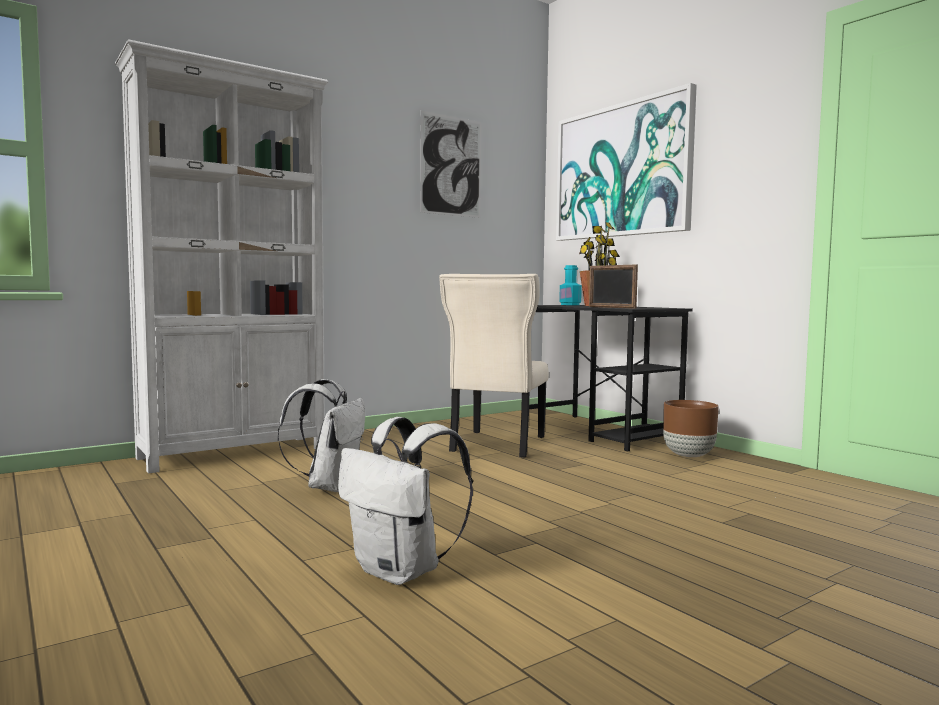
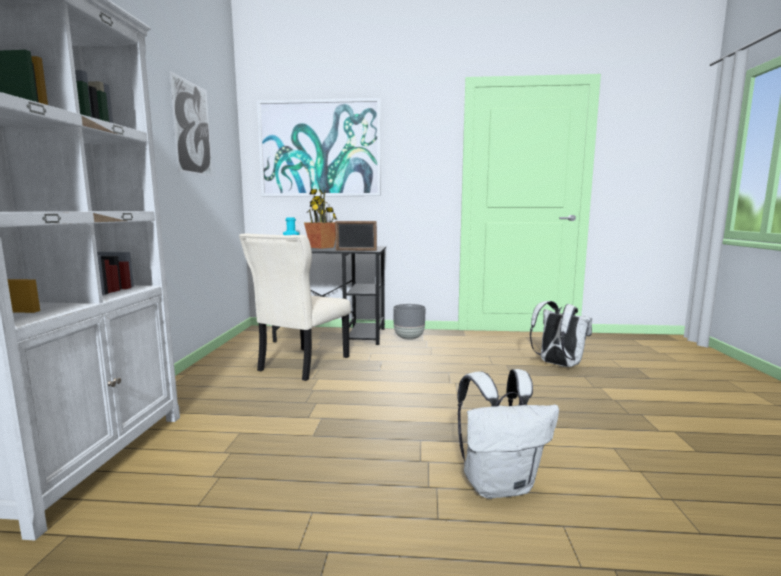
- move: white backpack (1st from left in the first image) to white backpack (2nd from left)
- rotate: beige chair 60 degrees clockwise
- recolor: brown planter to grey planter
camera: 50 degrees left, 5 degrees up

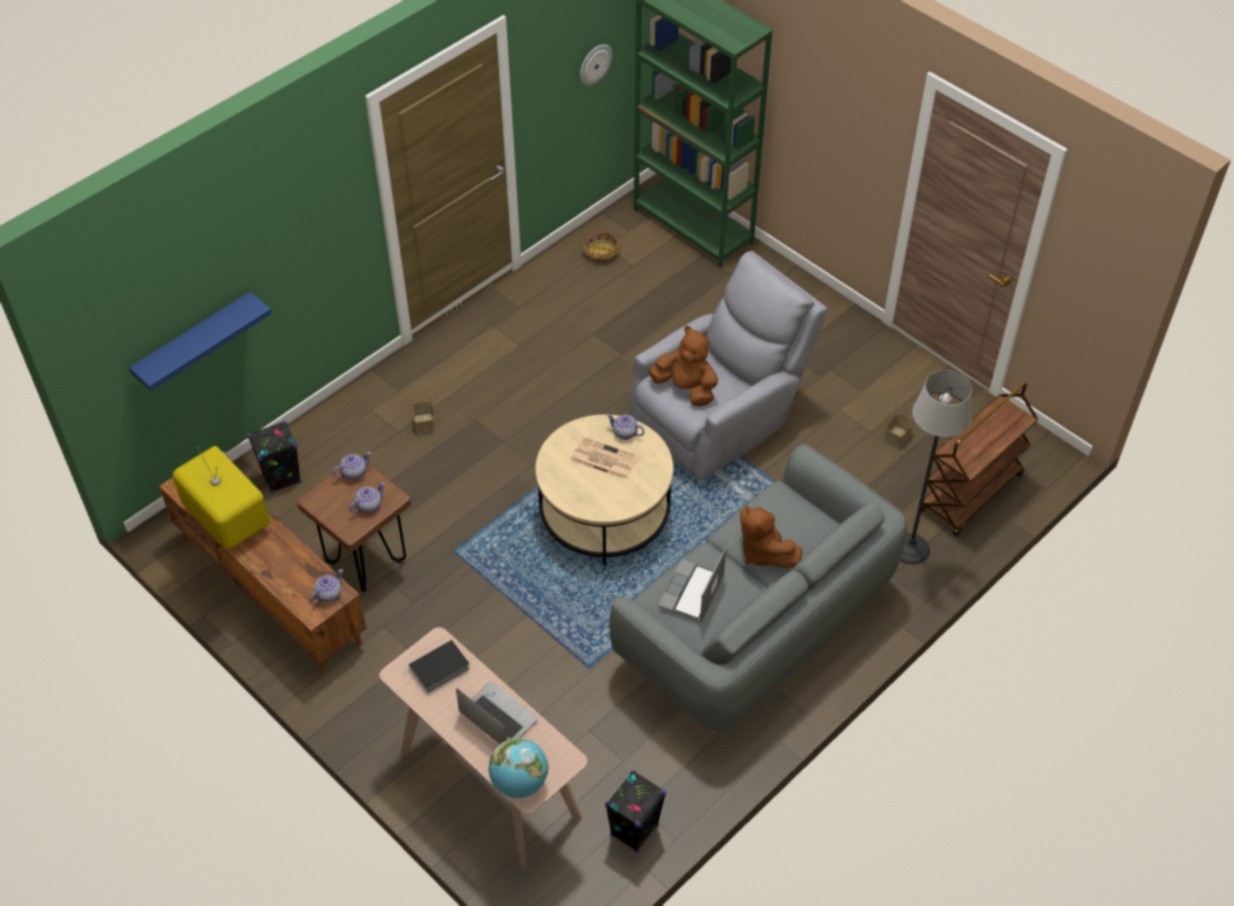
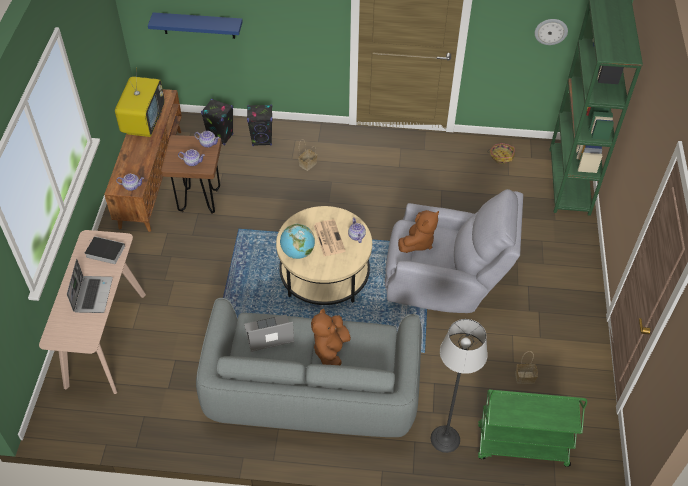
- move: globe
- move: black speaker (2nd from left)
- rotate: brown plush toy (1st from left in the first image) 45 degrees clockwise
- recolor: brown cart to green cart
camera: 50 degrees right, 0 degrees up

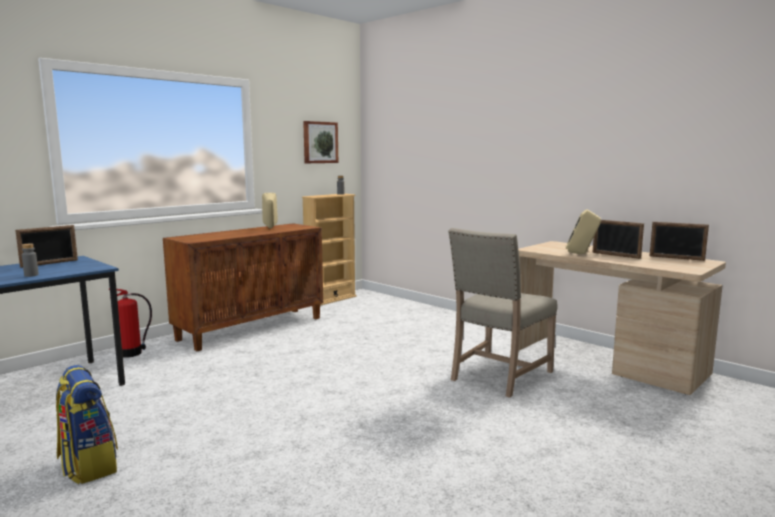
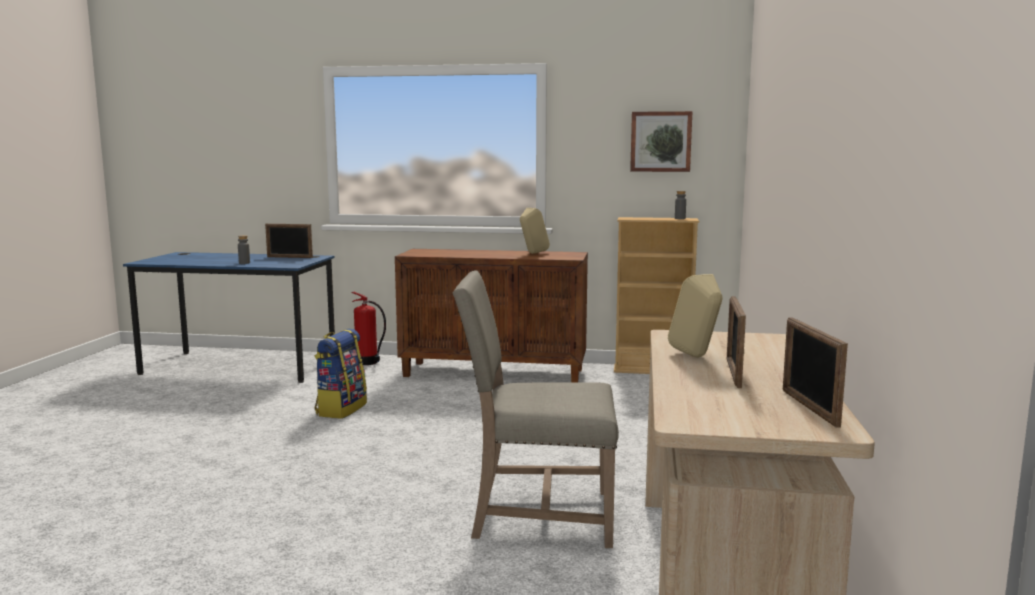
- move: backpack
camera: 55 degrees right, 0 degrees up

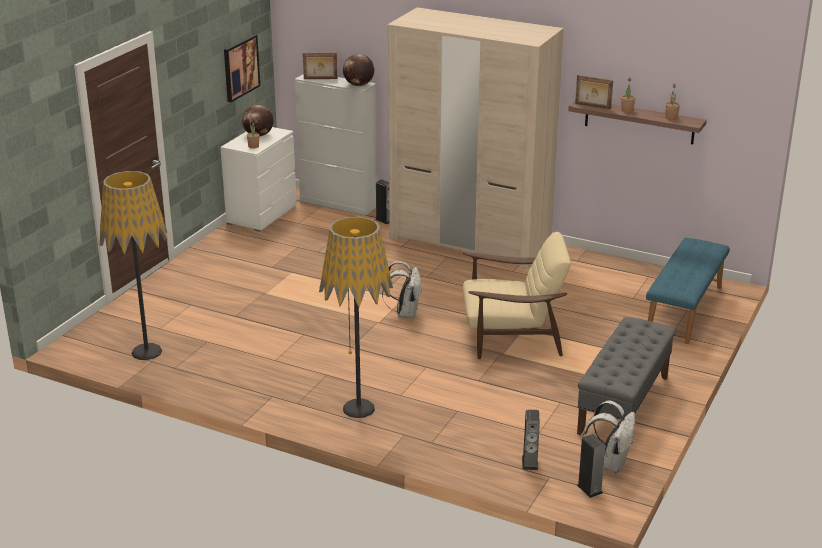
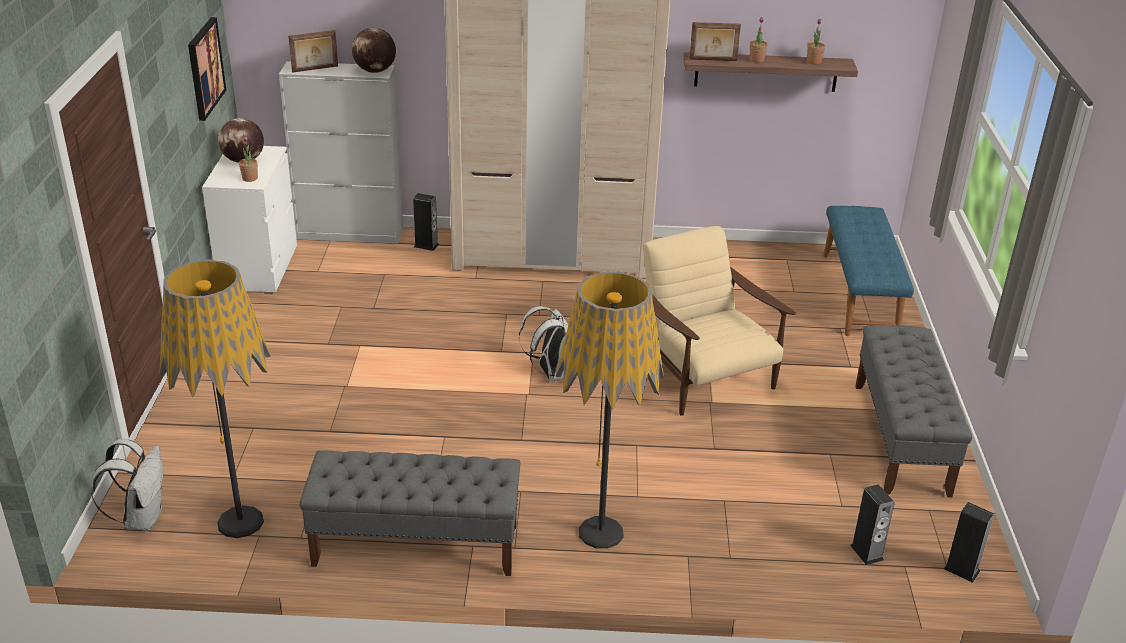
- rotate: beige armchair 90 degrees counterclockwise
- move: white backpack (2nd from left in the first image) to white backpack (1st from left)
- insert: grey bench (1st from left)
camera: 25 degrees left, 5 degrees up

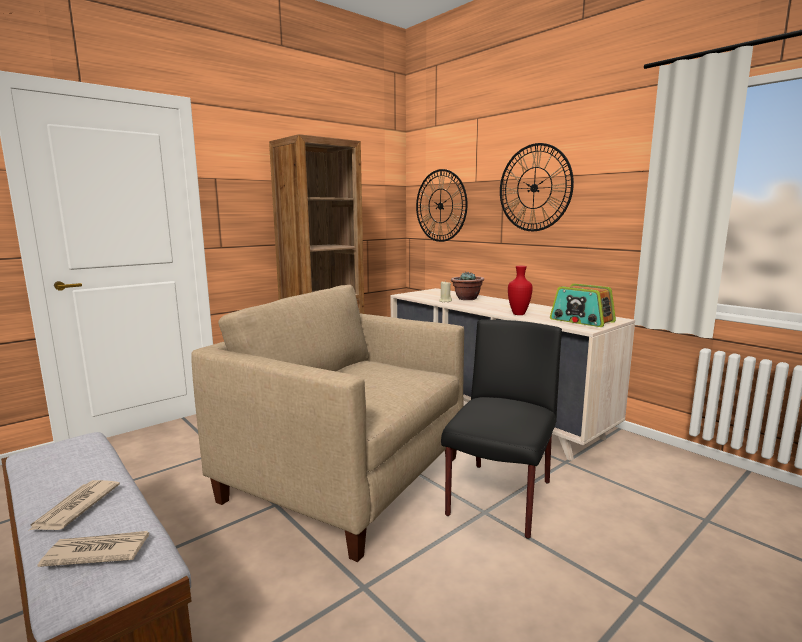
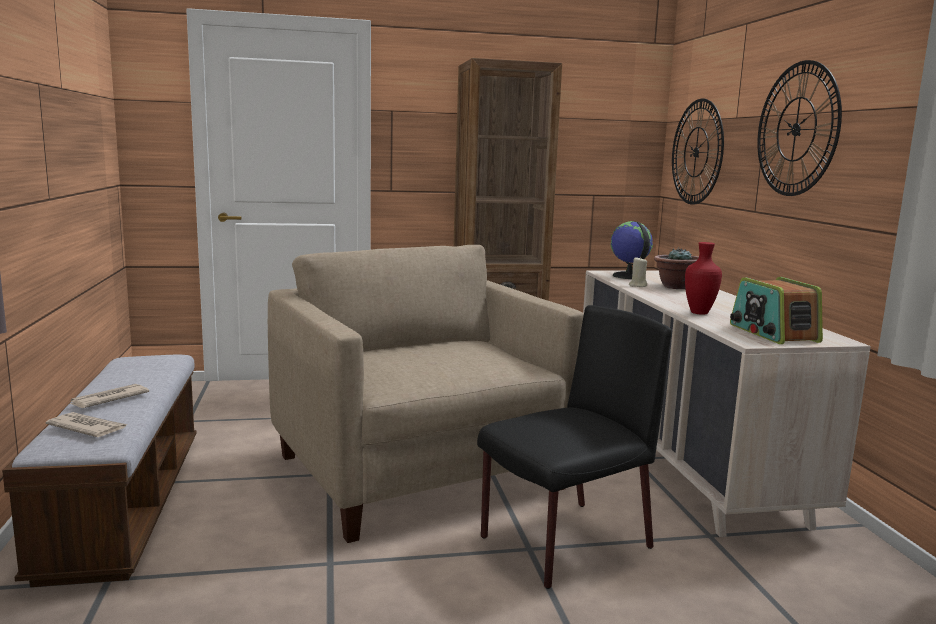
- insert: globe
camera: 30 degrees right, 0 degrees up

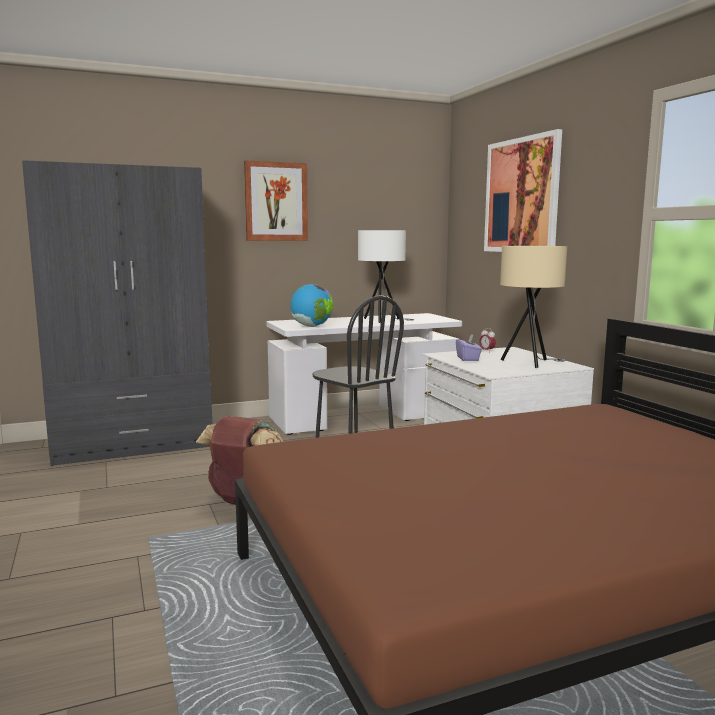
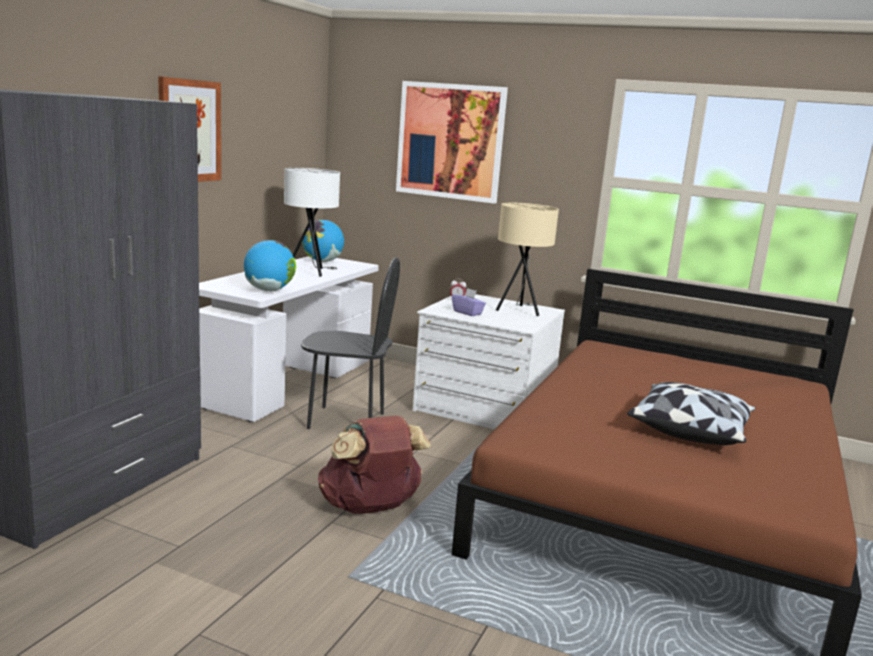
- insert: globe (2nd from left)
- insert: pillow
camera: 45 degrees left, 5 degrees up

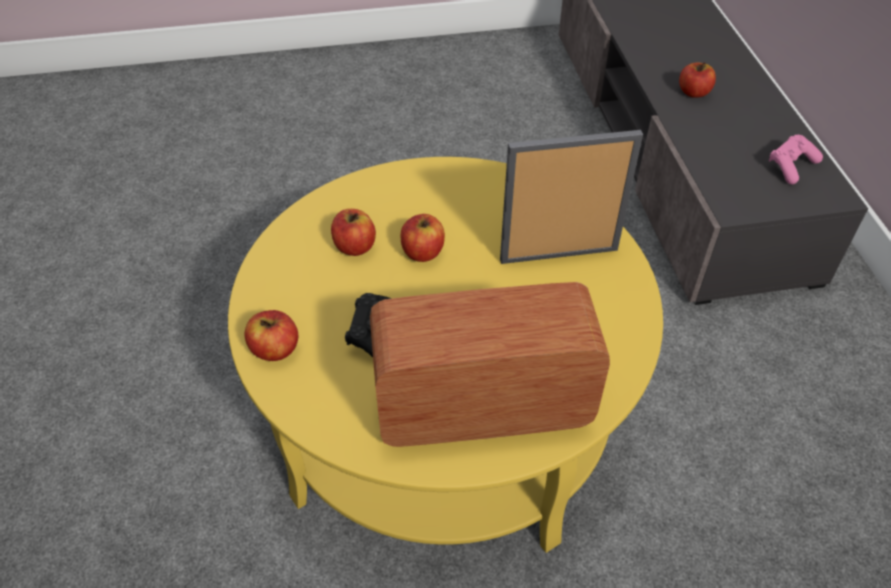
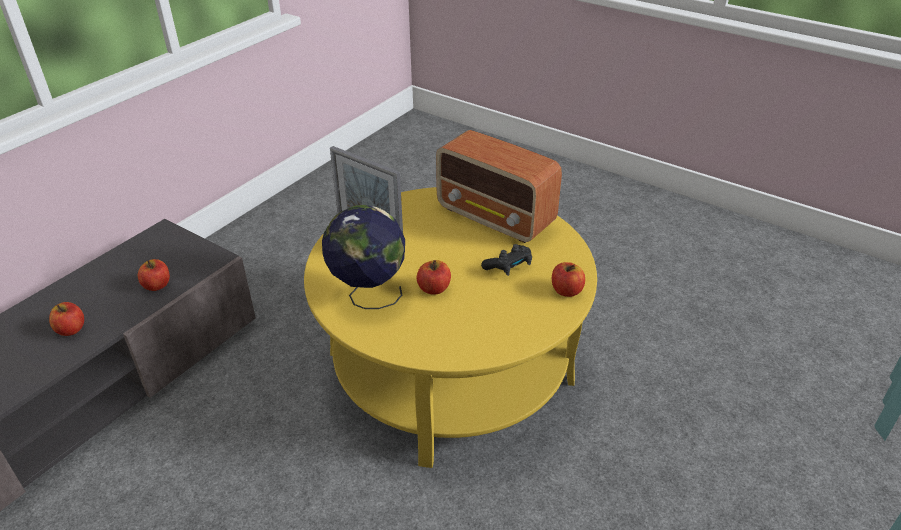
- move: apple (2nd from left)
- delete: pink game controller
- insert: globe
camera: 135 degrees left, 10 degrees down

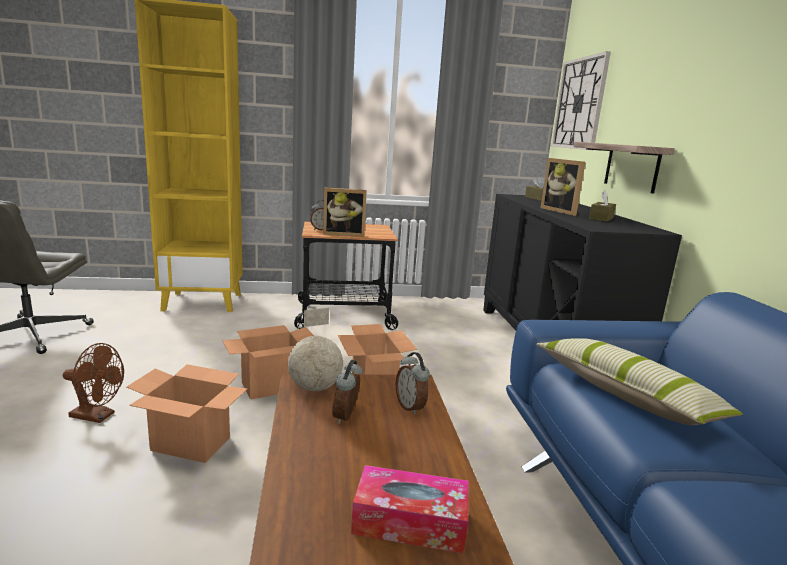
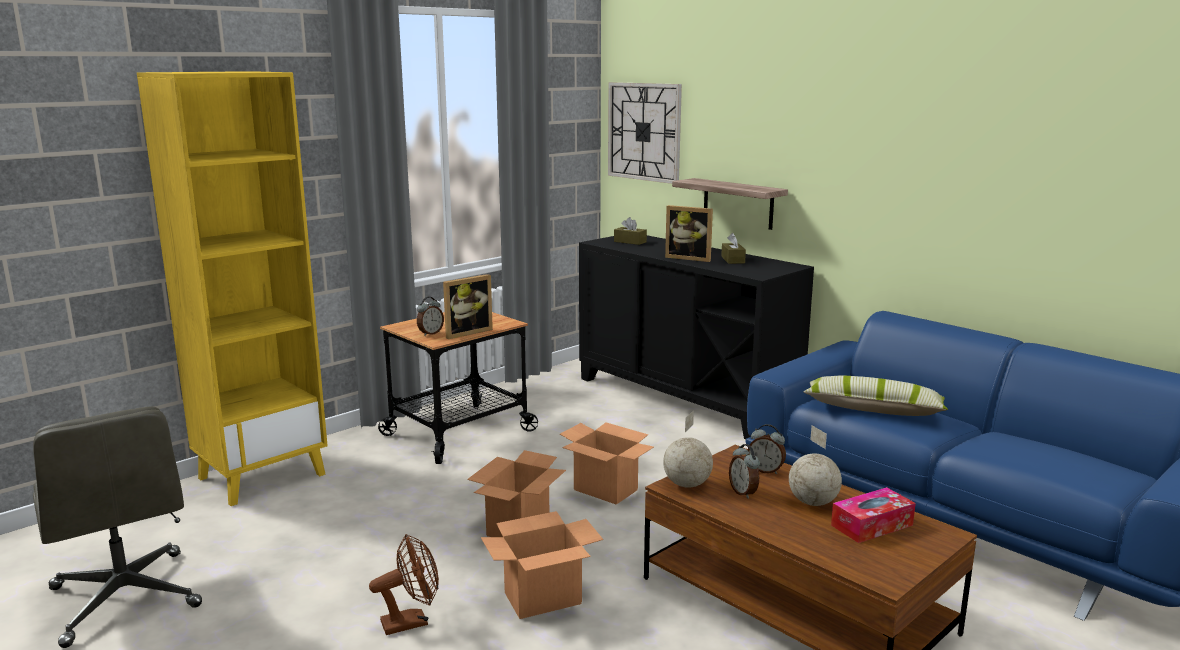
- insert: globe (2nd from left)
camera: 35 degrees left, 0 degrees up

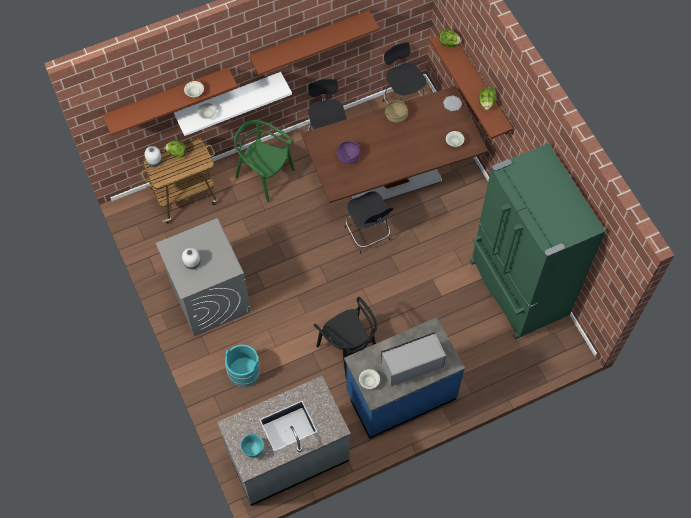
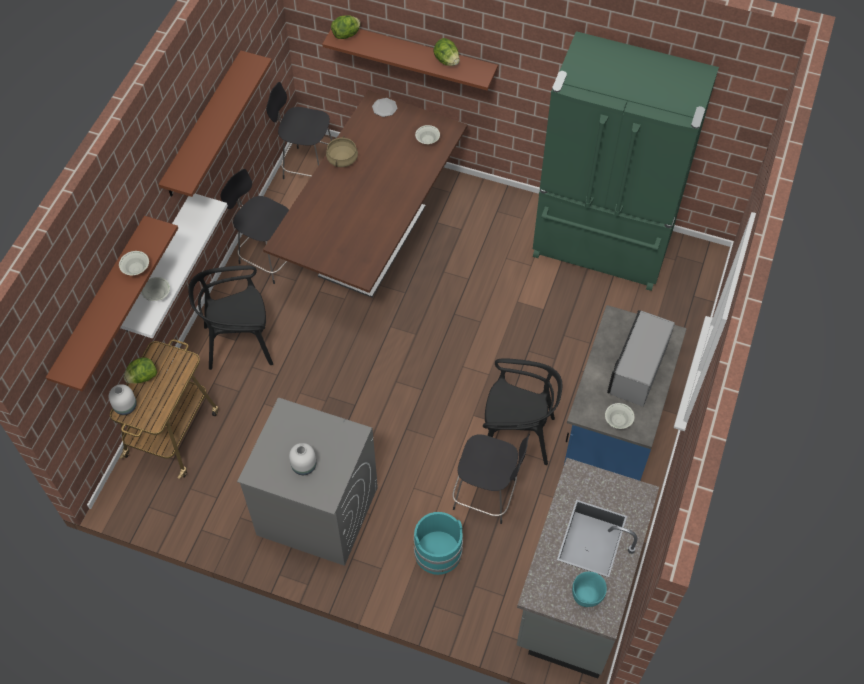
- recolor: green chair to black chair (1st from left)
- delete: purple cooking pot
- move: black stool (2nd from left in the first image) to black stool (3rd from left)
camera: 45 degrees left, 5 degrees down

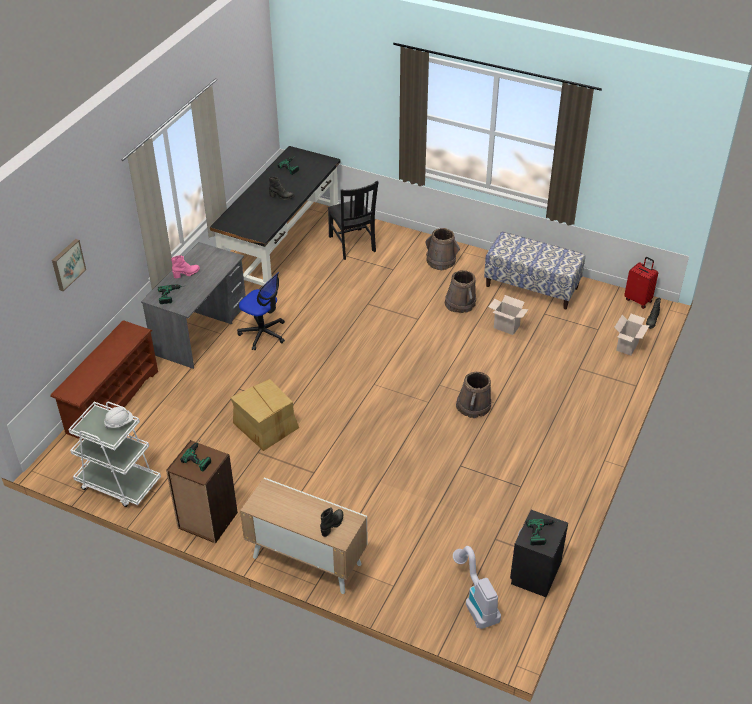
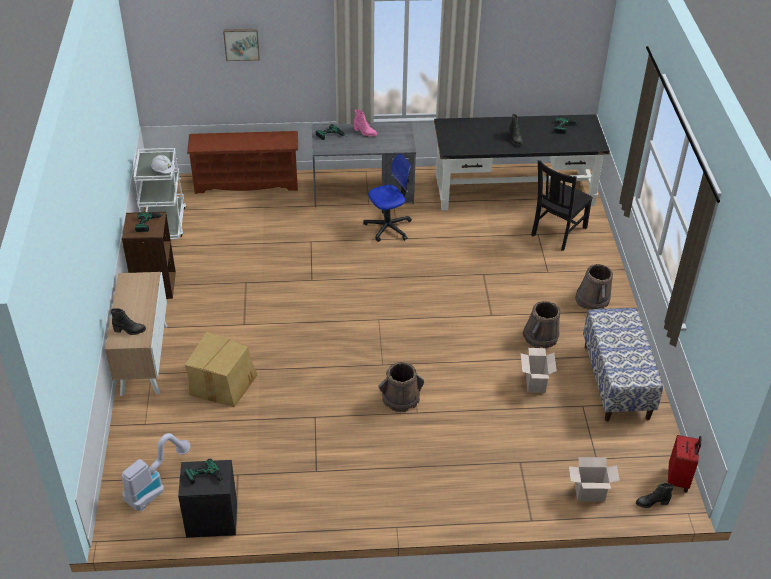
- move: cardboard box (1st from left)
- rotate: office chair 120 degrees counterclockwise
camera: 60 degrees right, 0 degrees up

